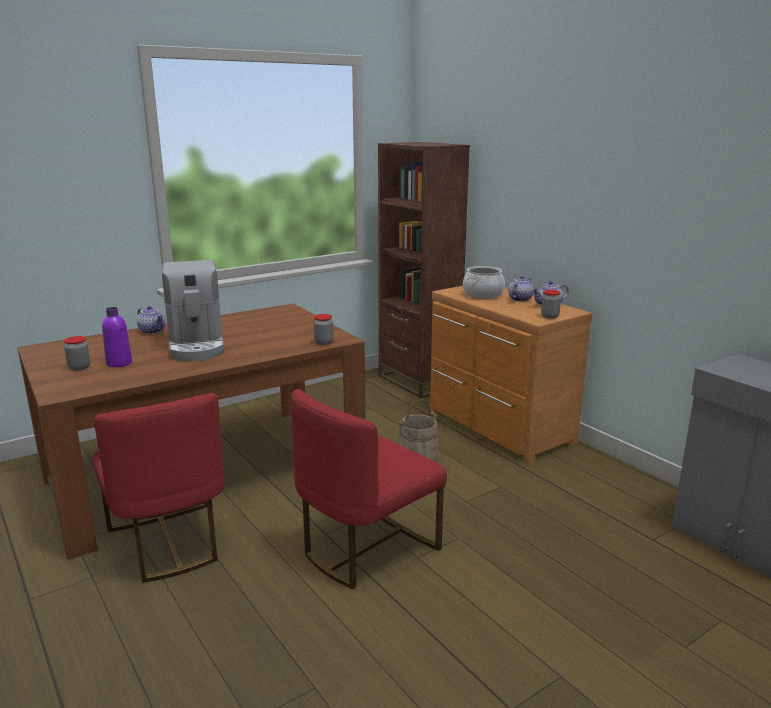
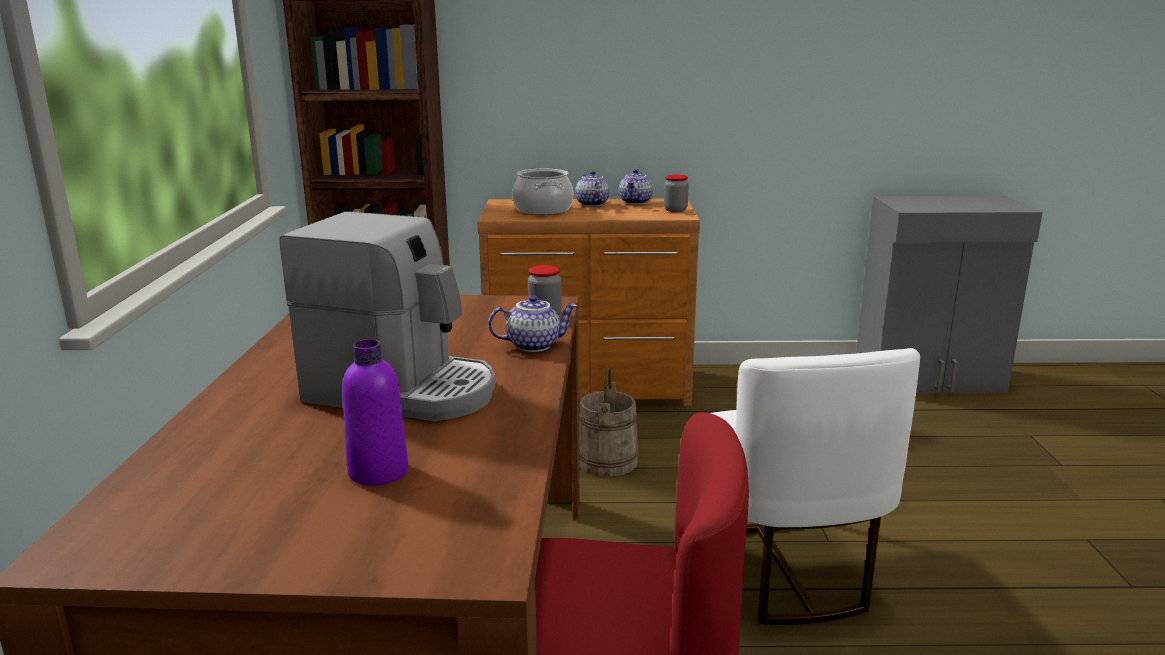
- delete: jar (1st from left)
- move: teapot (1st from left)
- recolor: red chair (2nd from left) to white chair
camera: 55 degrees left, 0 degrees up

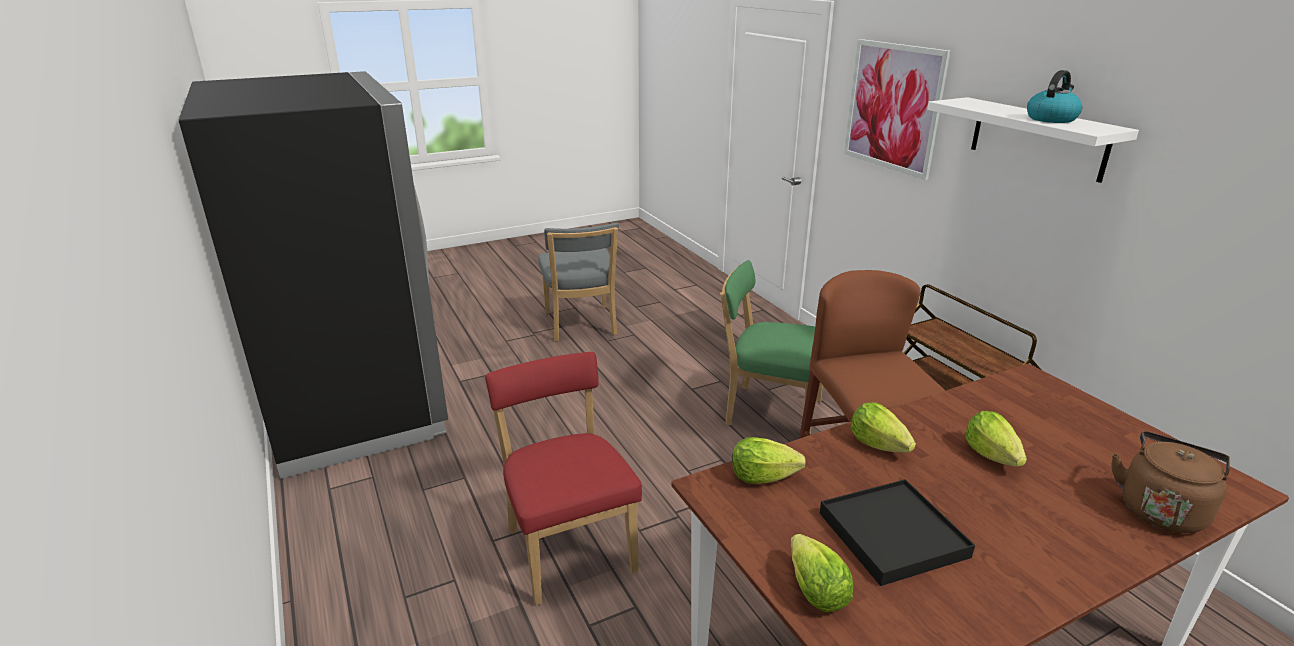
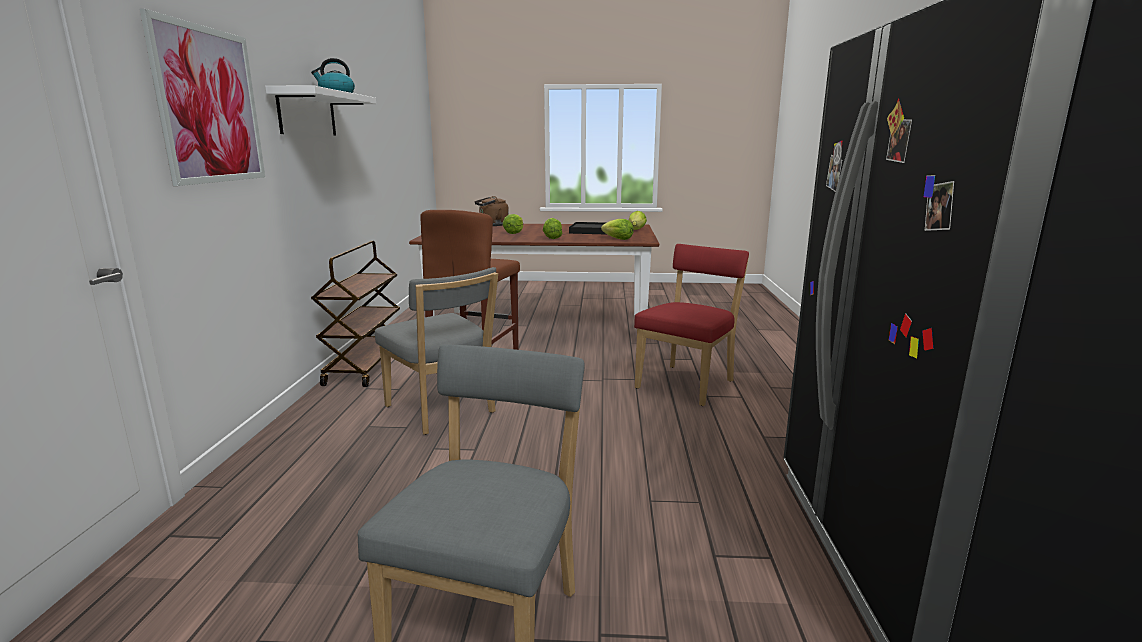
- rotate: red chair 150 degrees counterclockwise
- recolor: green chair to grey chair (1st from left)
camera: 150 degrees left, 10 degrees down

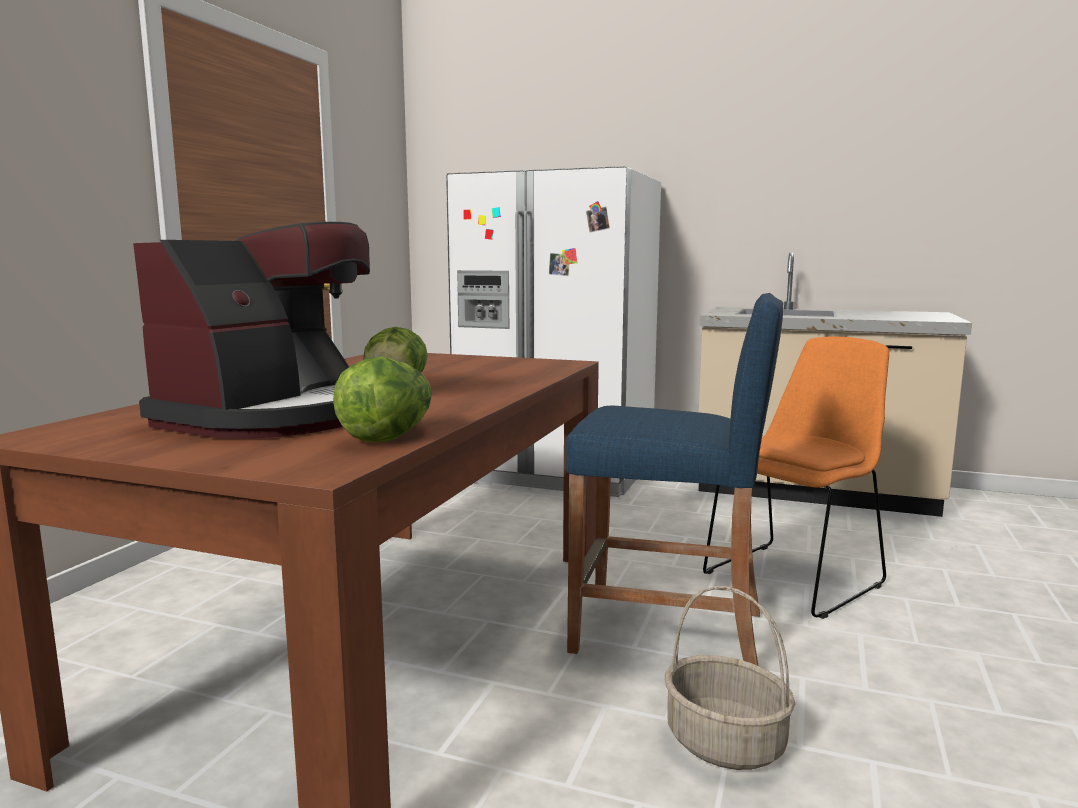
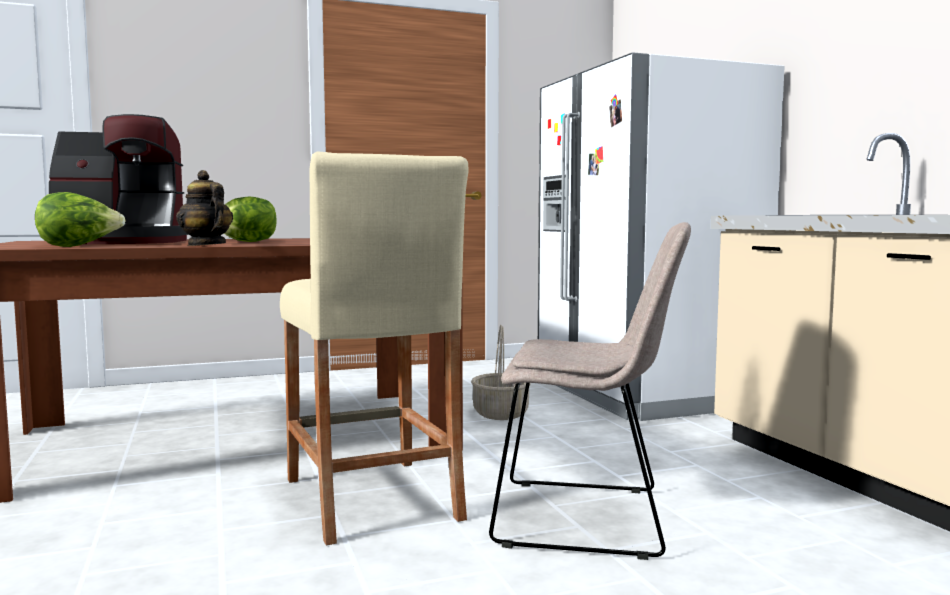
- recolor: blue stool to beige stool
- move: basket
- recolor: orange chair to beige chair
- insert: teapot
camera: 50 degrees right, 5 degrees down

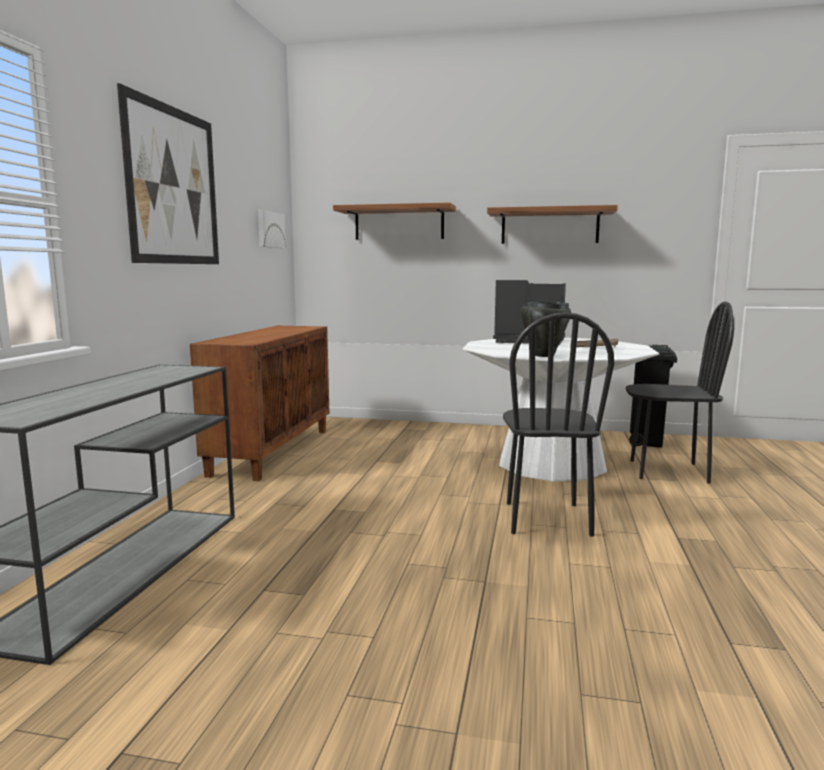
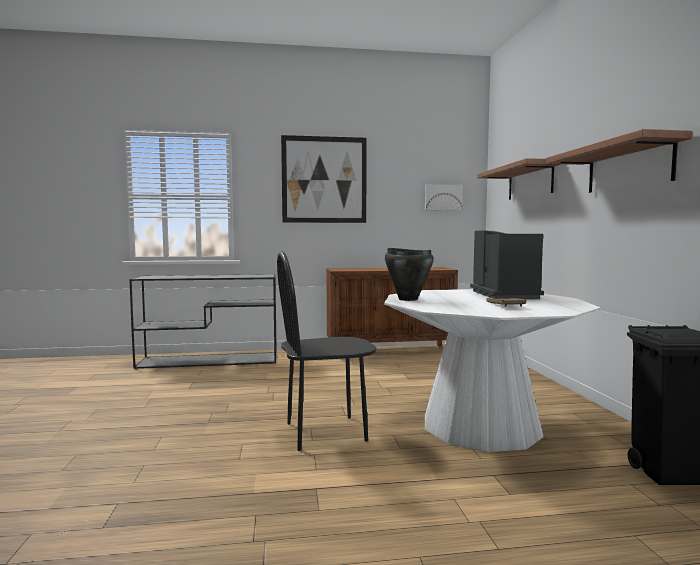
- delete: black chair (2nd from left)
camera: 70 degrees right, 5 degrees down

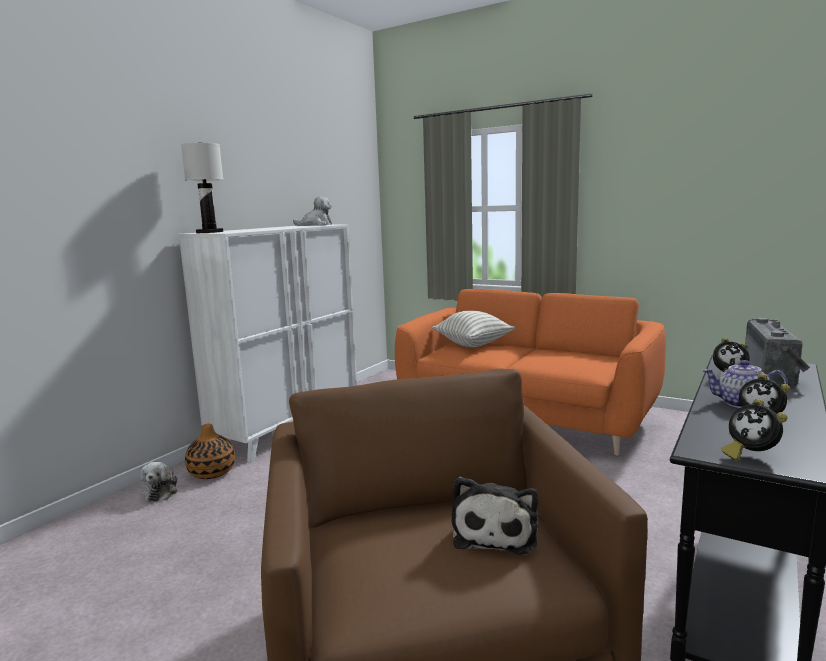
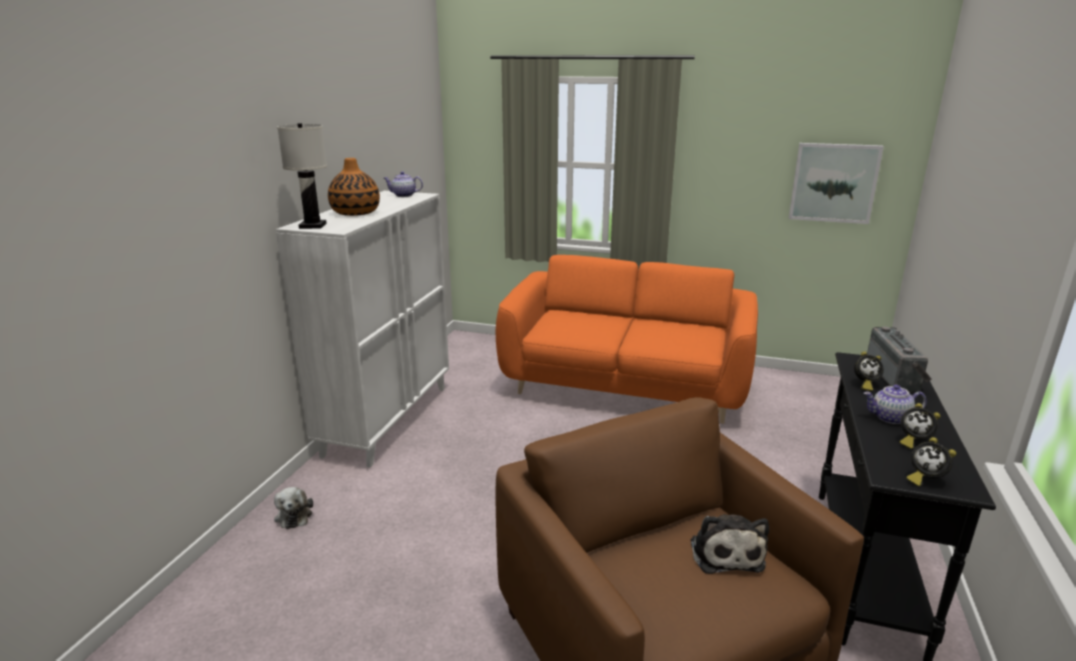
- move: vase
- replace: plush toy (2nd from left) to teapot (1st from left)
- delete: pillow
- insert: picture
camera: 15 degrees left, 10 degrees up

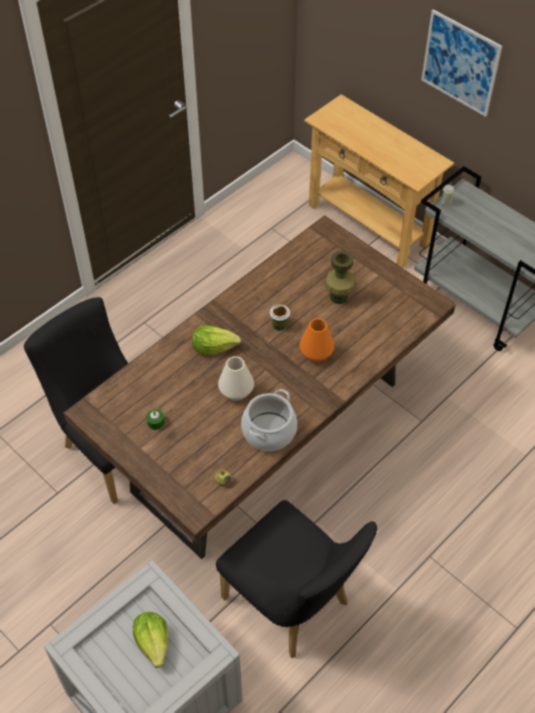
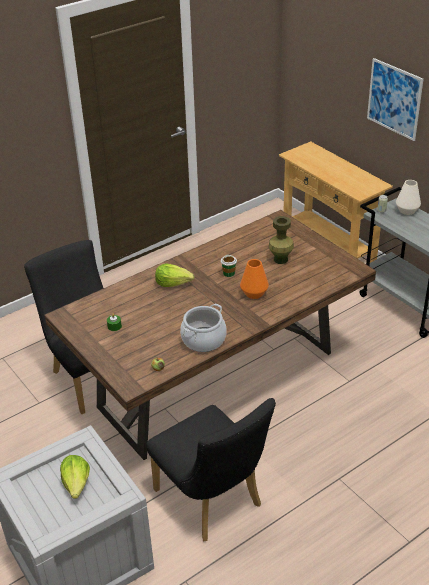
- move: white vase
camera: 10 degrees right, 15 degrees down

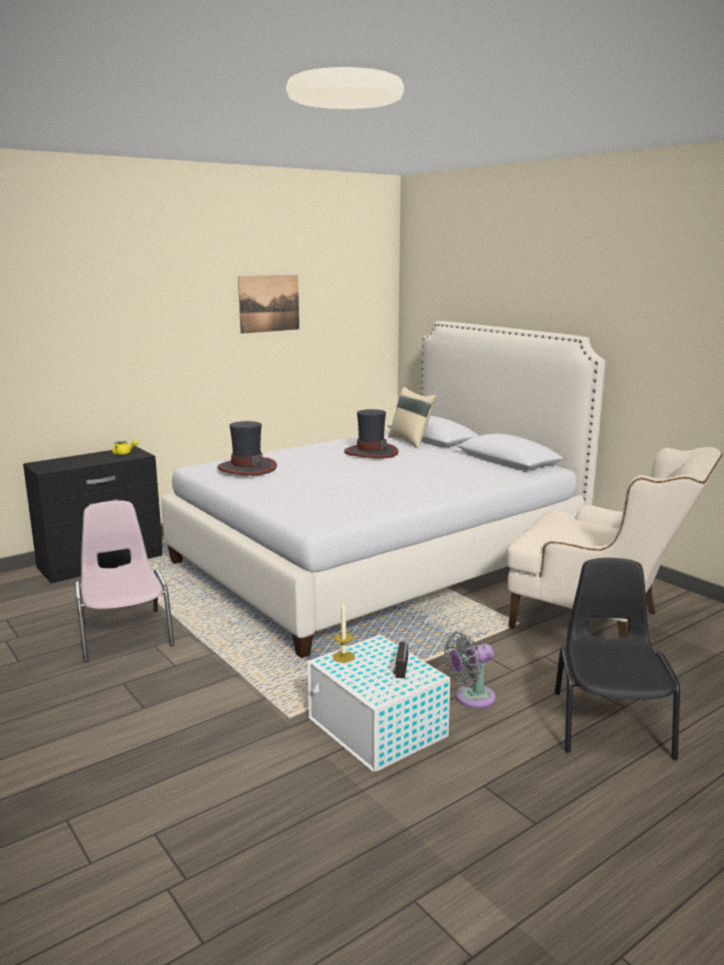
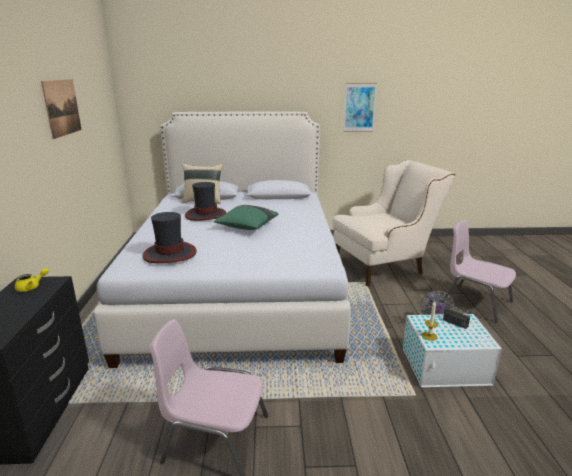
- recolor: black chair to pink chair (2nd from left)
- insert: green pillow
- insert: picture (2nd from left)
camera: 55 degrees left, 5 degrees up

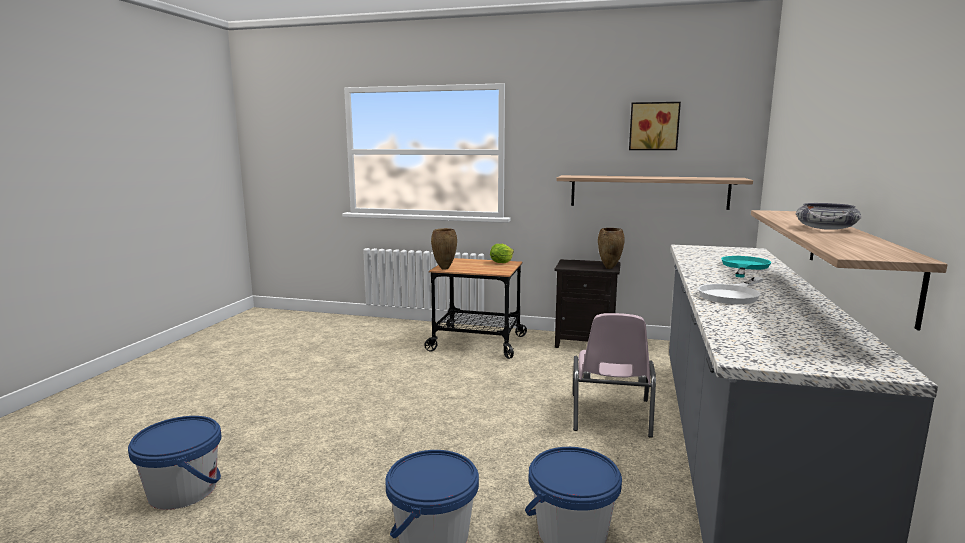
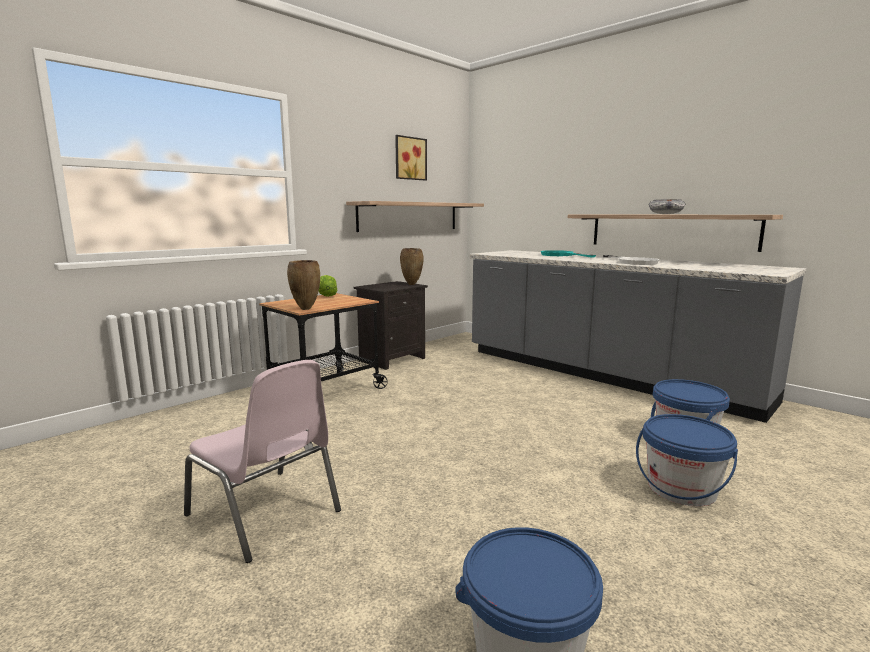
- move: pink chair
camera: 60 degrees left, 0 degrees up

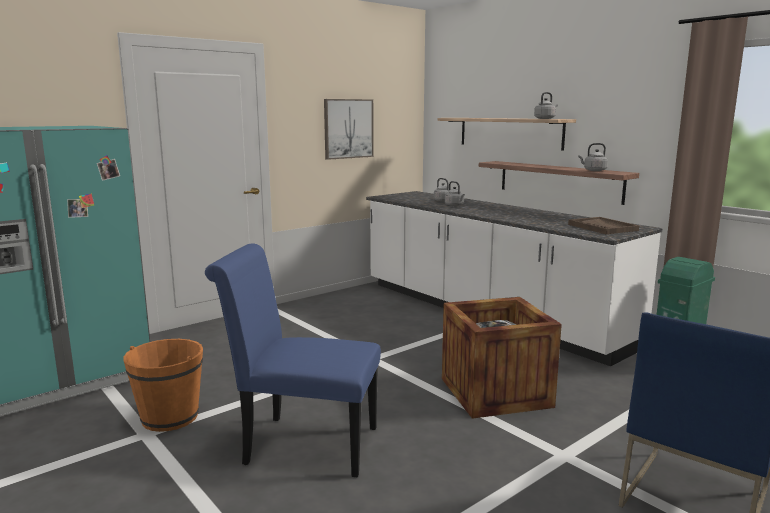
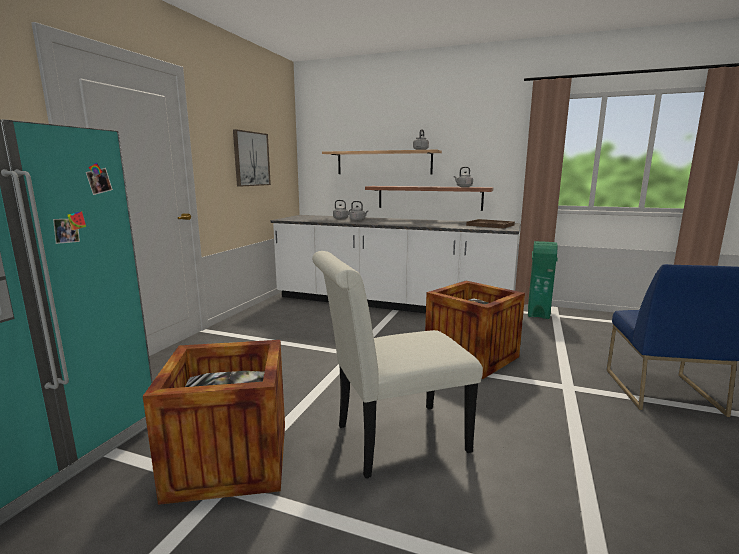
- replace: orange bucket to crate (1st from left)
- recolor: blue chair (1st from left) to white chair
camera: 30 degrees left, 0 degrees up

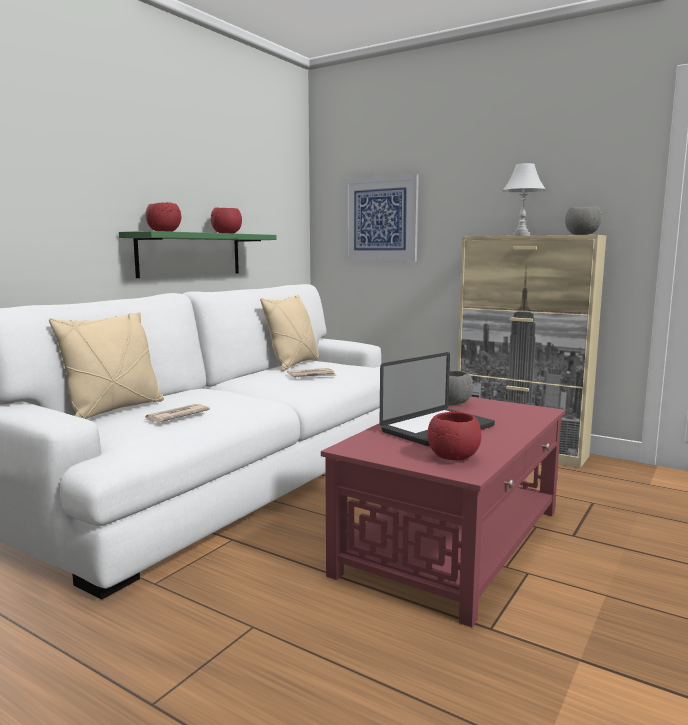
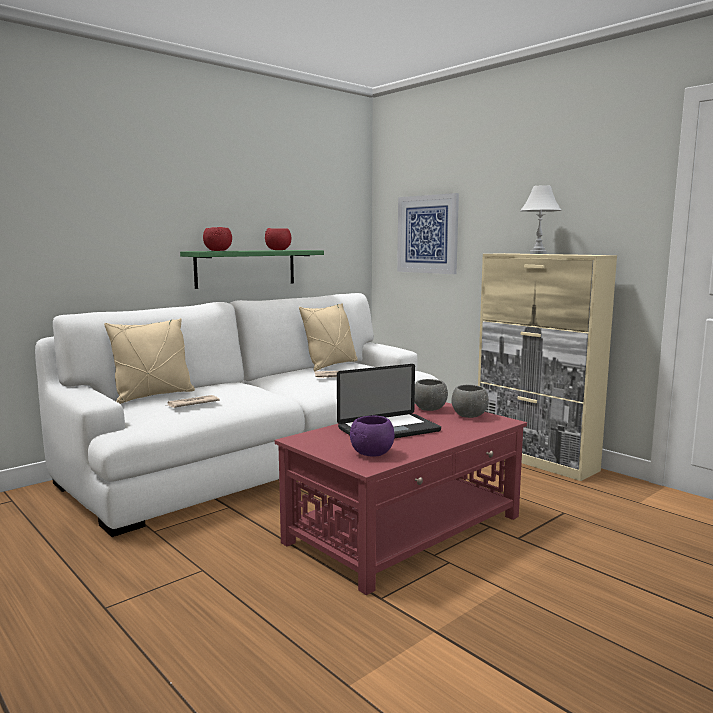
- recolor: red bowl (3rd from left) to purple bowl
- move: grey bowl (2nd from left)
camera: 15 degrees right, 0 degrees up

